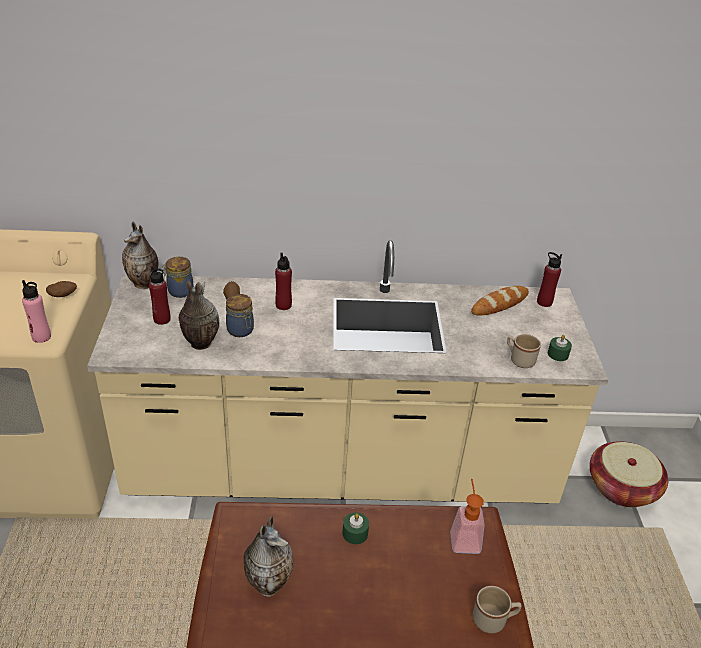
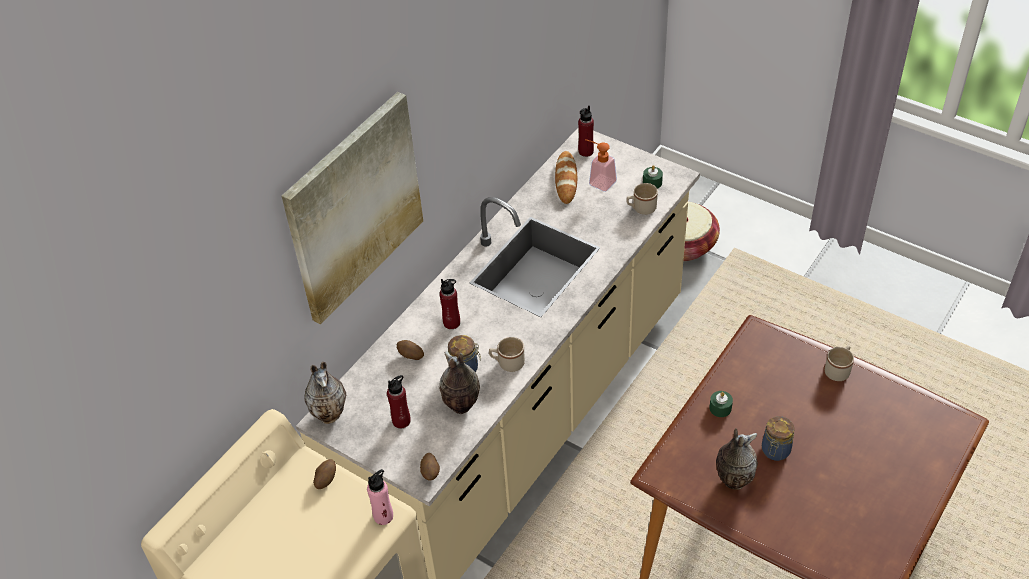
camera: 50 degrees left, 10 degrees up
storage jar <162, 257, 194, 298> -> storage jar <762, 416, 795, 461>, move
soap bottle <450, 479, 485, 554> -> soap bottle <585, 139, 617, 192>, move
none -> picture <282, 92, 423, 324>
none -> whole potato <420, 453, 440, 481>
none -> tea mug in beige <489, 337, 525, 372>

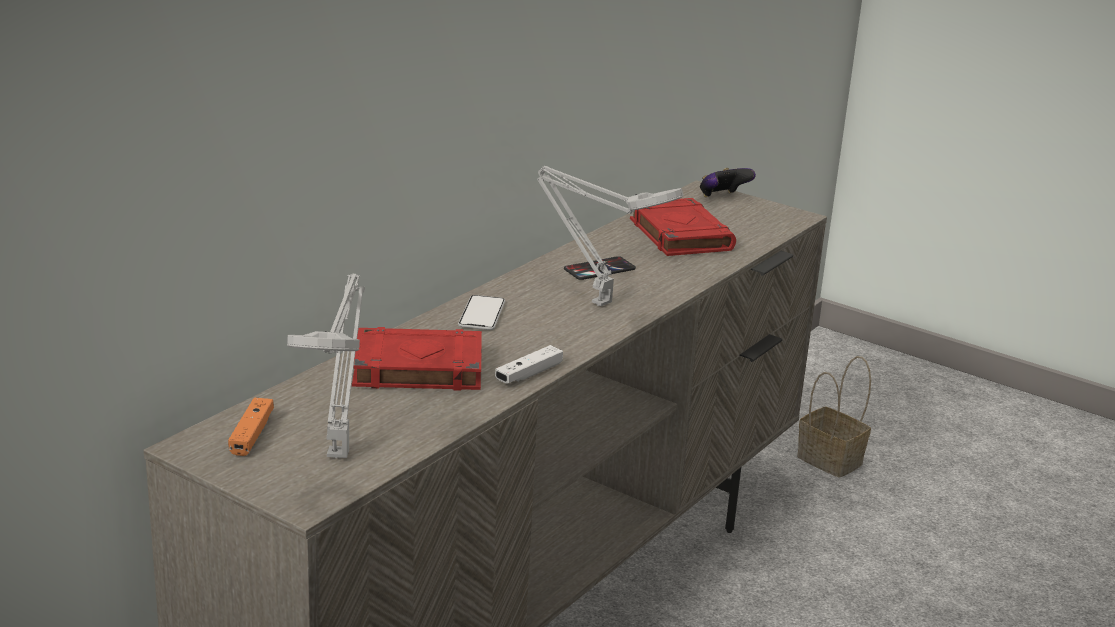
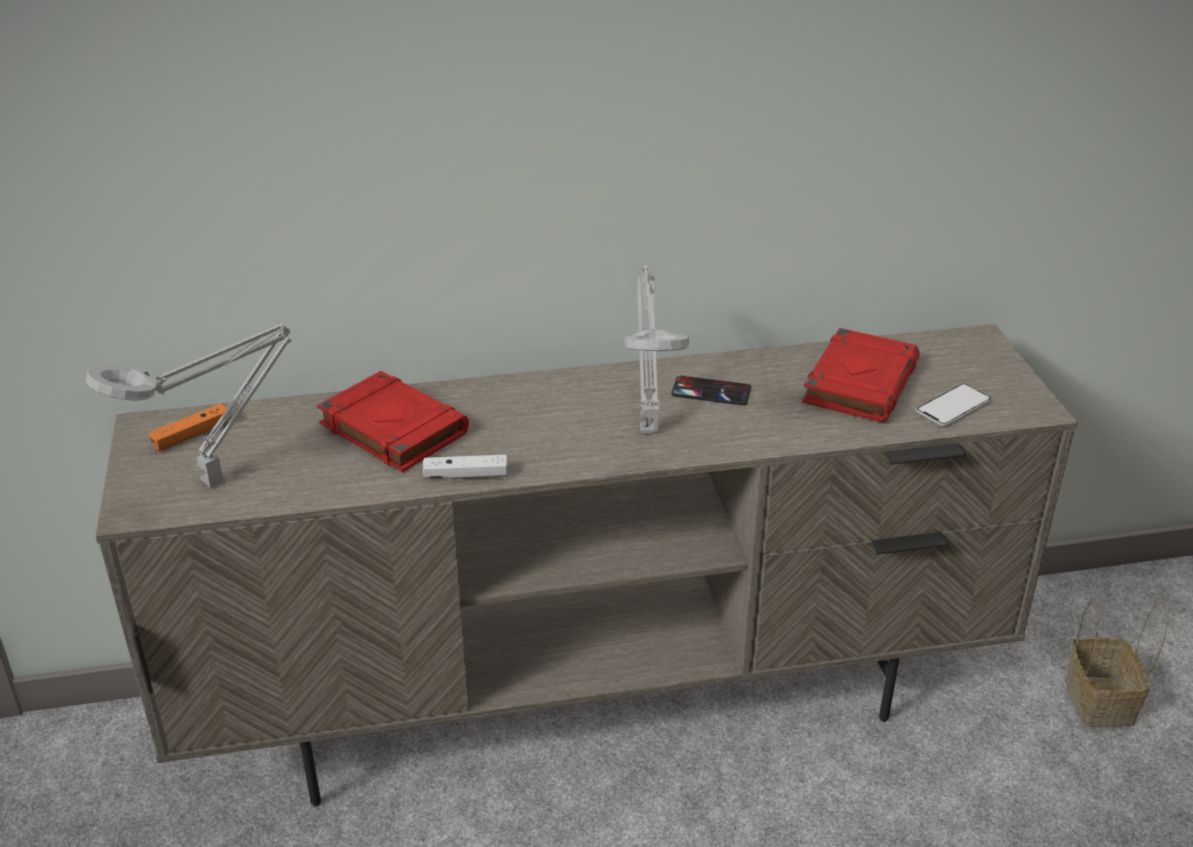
camera: 45 degrees right, 10 degrees up
telephone <458, 295, 505, 330> -> telephone <916, 384, 992, 427>, move
joypad <700, 168, 756, 197> -> none

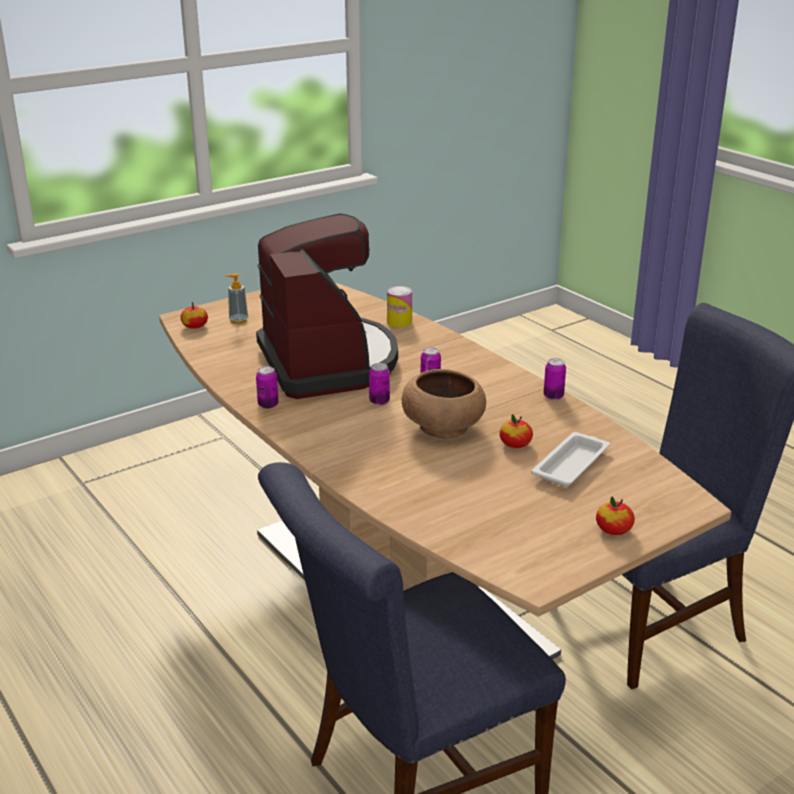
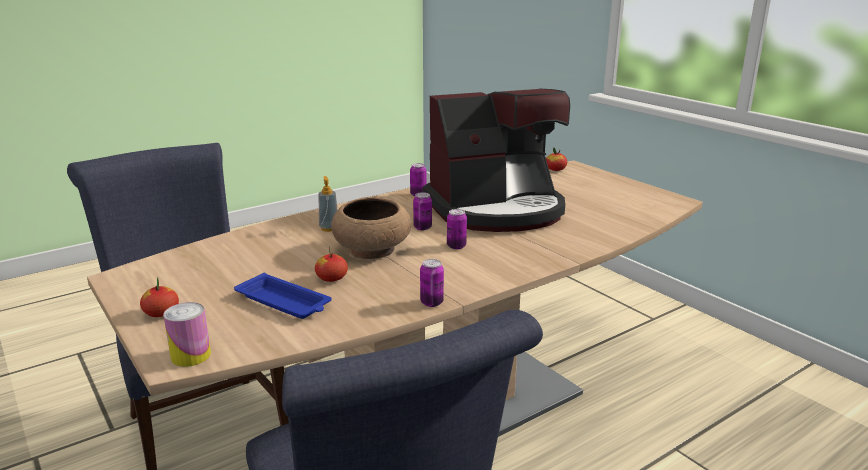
camera: 90 degrees right, 5 degrees down
soap bottle <225, 273, 248, 324> -> soap bottle <318, 176, 338, 232>, move
sealed can <387, 286, 412, 327> -> sealed can <163, 302, 211, 367>, move
carrying tray in white <531, 432, 610, 486> -> carrying tray in bluish <234, 273, 332, 319>

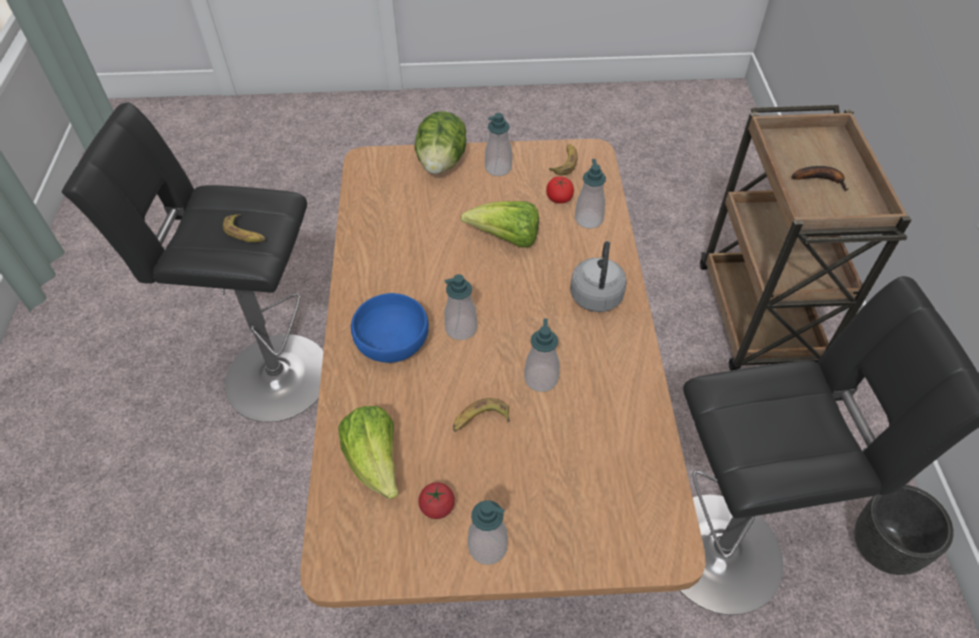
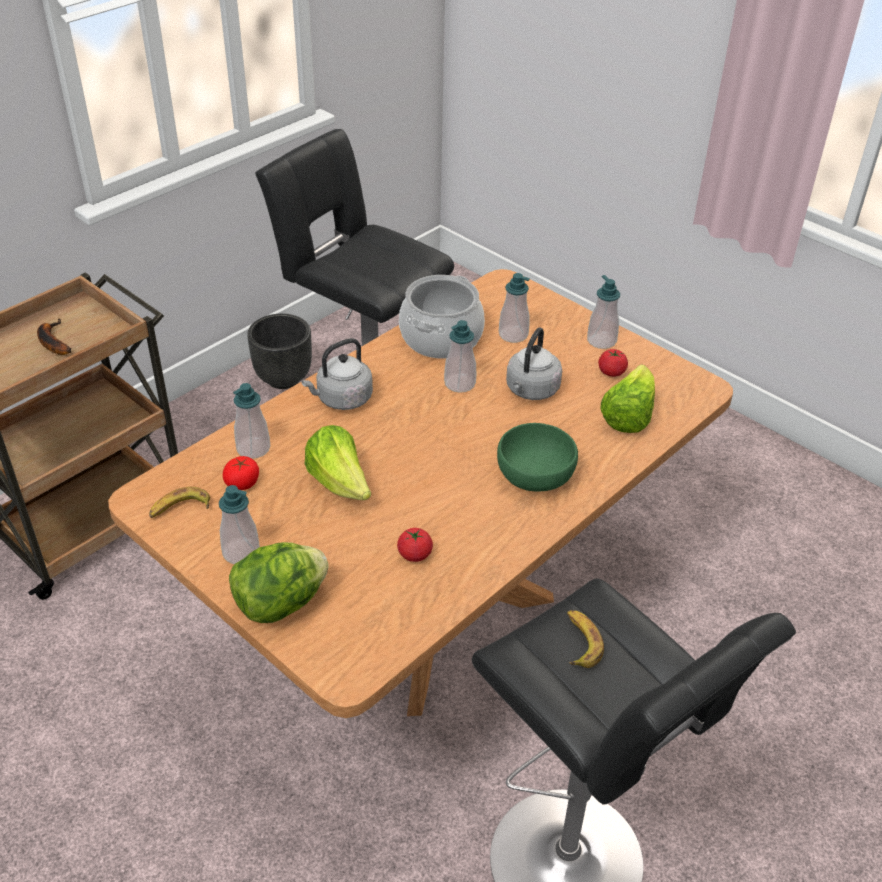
camera: 135 degrees left, 10 degrees down
serving bowl in bluish <351, 293, 429, 363> -> serving bowl in greenish <497, 423, 578, 491>
soap bottle <444, 274, 477, 340> -> soap bottle <499, 273, 530, 343>, move
banana <453, 398, 510, 432> -> kettle in grey <506, 328, 562, 400>
none -> tomato <397, 528, 433, 562>
none -> stockpot <399, 275, 485, 359>

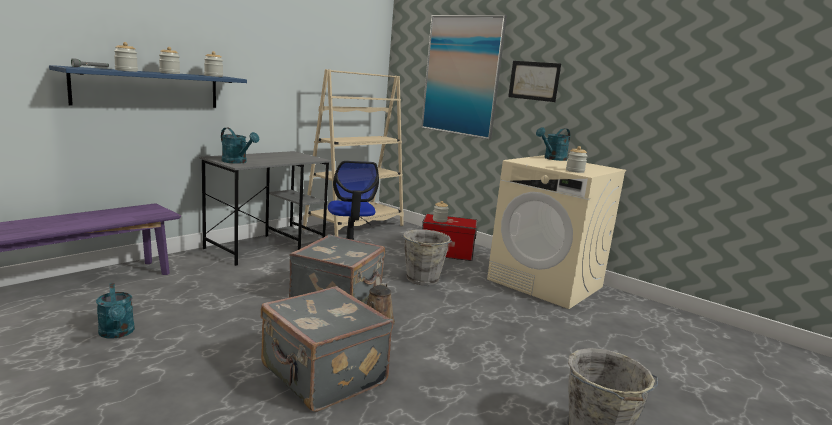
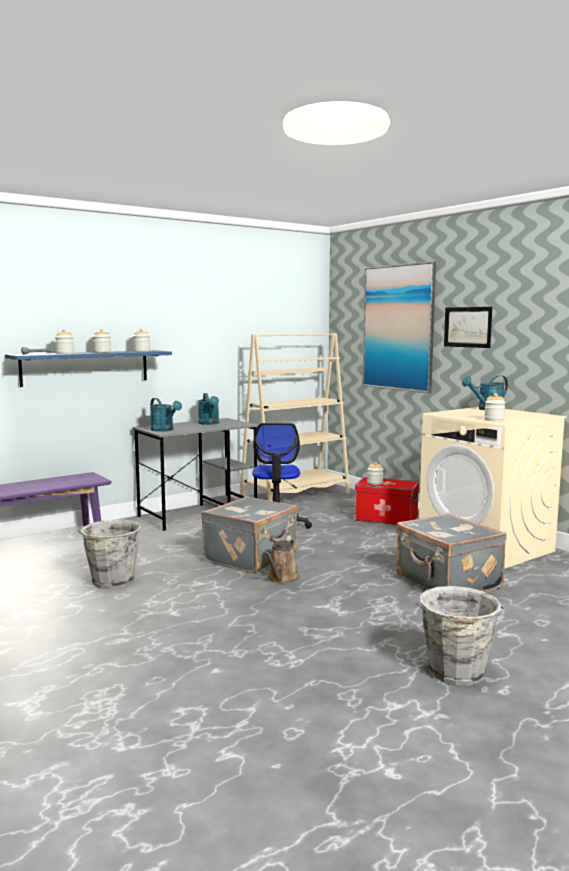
camera: 15 degrees right, 5 degrees down
watering can in turquoise-coloured <96, 283, 135, 338> -> watering can in turquoise-coloured <198, 393, 219, 425>, move
piece of luggage in grey <261, 286, 393, 412> -> piece of luggage in grey <396, 513, 507, 592>, move
water bucket in grey <401, 229, 452, 285> -> water bucket in grey <78, 520, 141, 589>, move

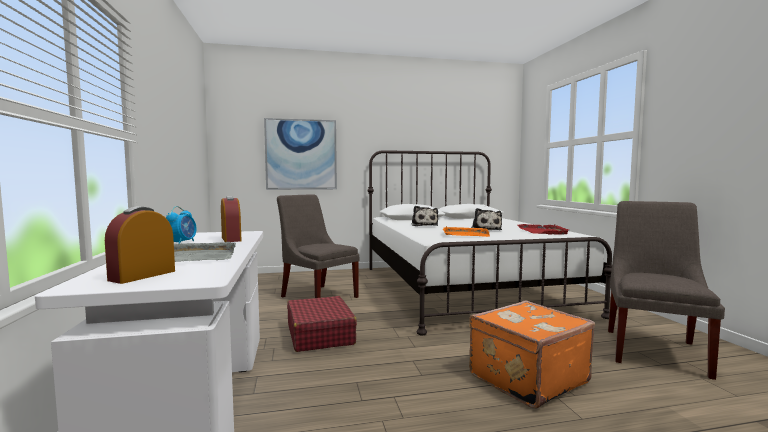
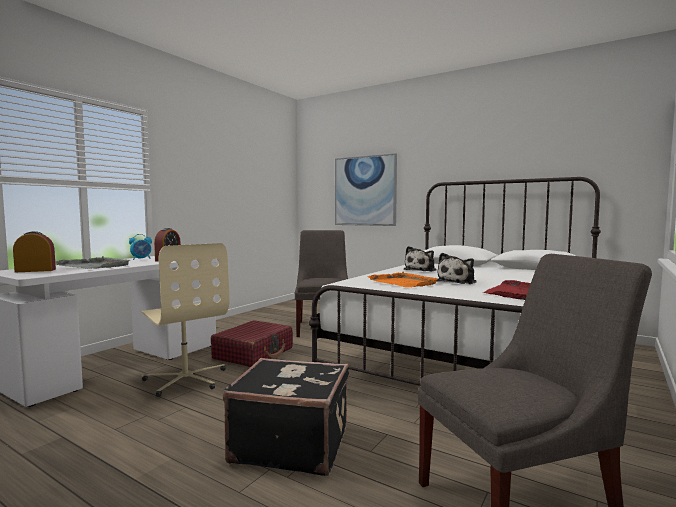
camera: 45 degrees right, 0 degrees up
piece of luggage in orangey <469, 300, 595, 409> -> piece of luggage in blackish <223, 358, 349, 476>
none -> desk chair in beige <140, 243, 229, 397>

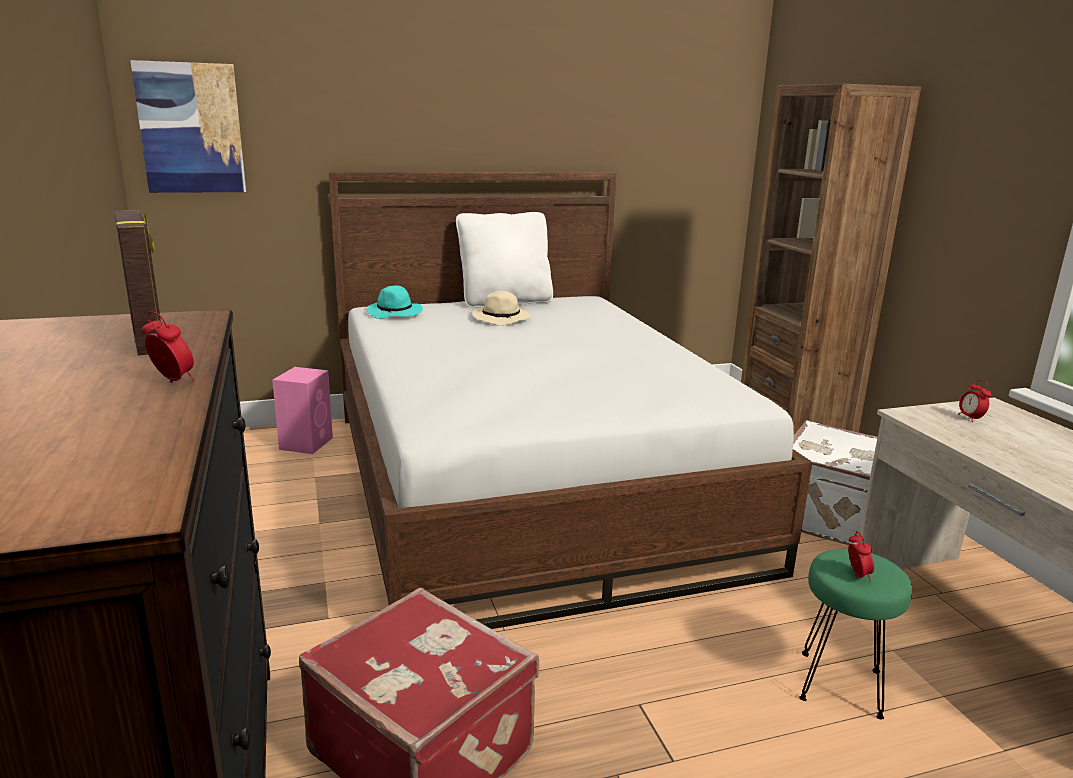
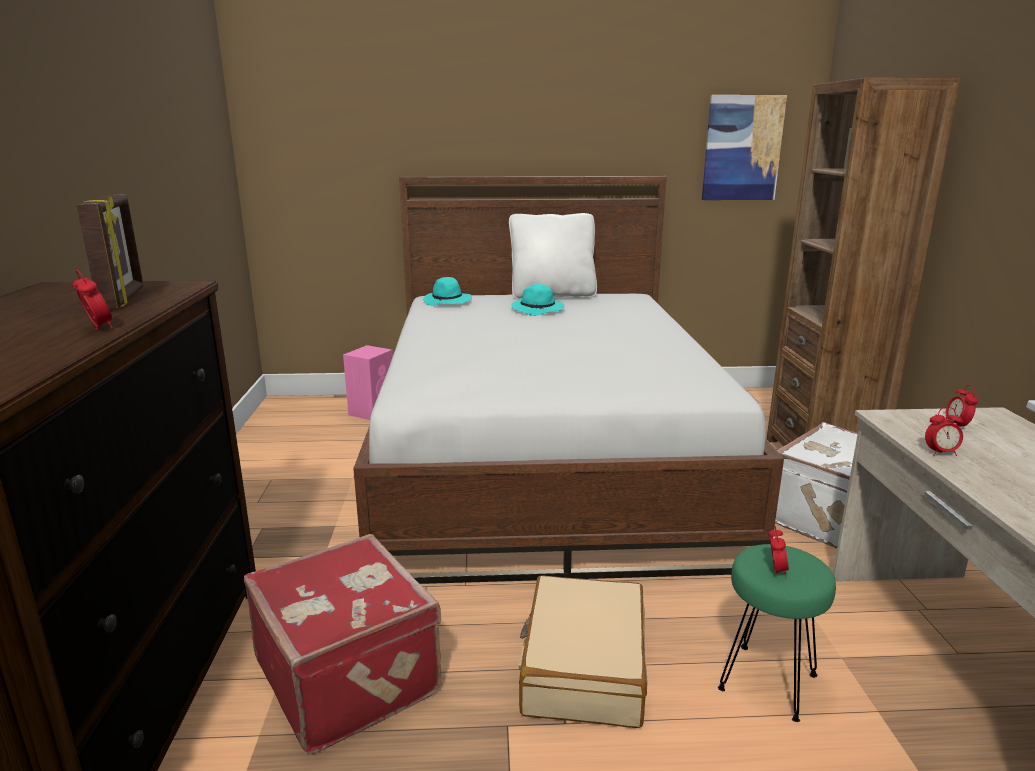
camera: 15 degrees right, 0 degrees up
picture <130, 60, 246, 193> -> picture <702, 95, 787, 200>, move
clothing hat in beige <472, 291, 530, 326> -> clothing hat in turquoise-coloured <511, 284, 565, 316>
none -> piece of luggage in beige <518, 575, 648, 728>
none -> table clock <925, 407, 963, 456>

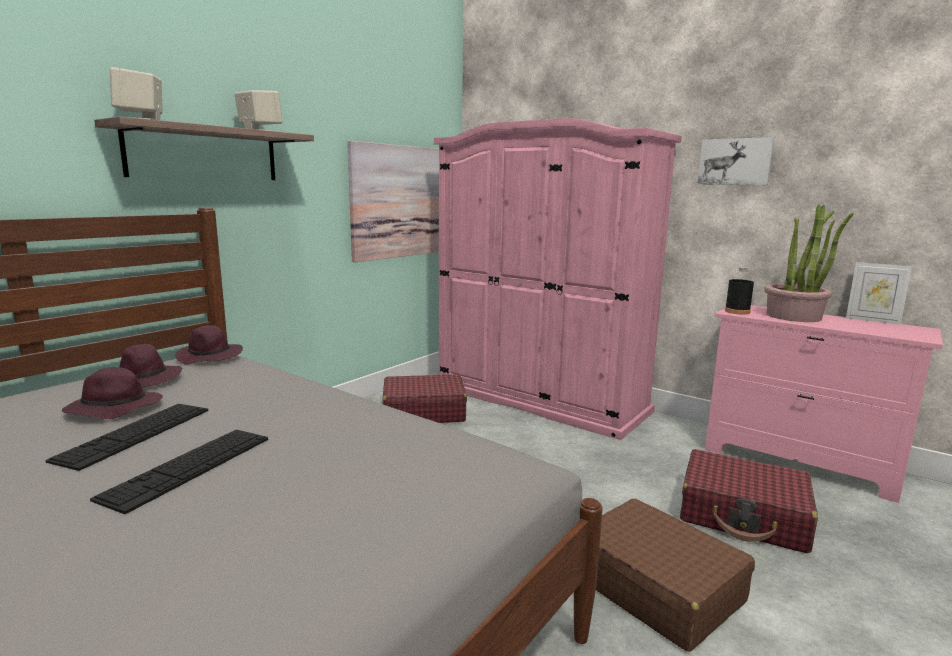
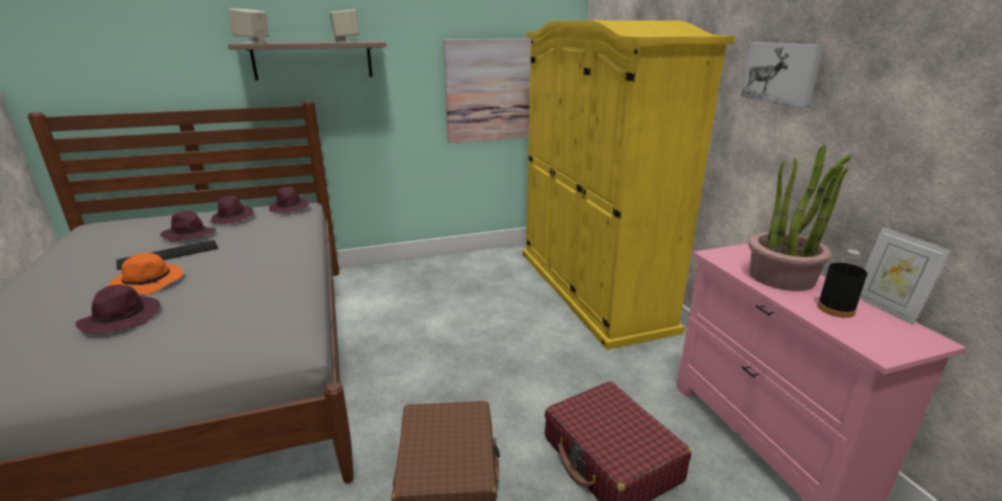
camera: 35 degrees right, 10 degrees up
keyboard <90, 430, 268, 514> -> clothing hat in orangey <109, 253, 183, 295>
piece of luggage in red <383, 374, 467, 423> -> none
armoire in pinkish <434, 118, 682, 440> -> armoire in yellow-coloured <522, 20, 735, 350>
bottle in blackish <725, 267, 754, 315> -> bottle in blackish <817, 250, 868, 318>, move
none -> clothing hat in purple-coloured <76, 285, 160, 333>

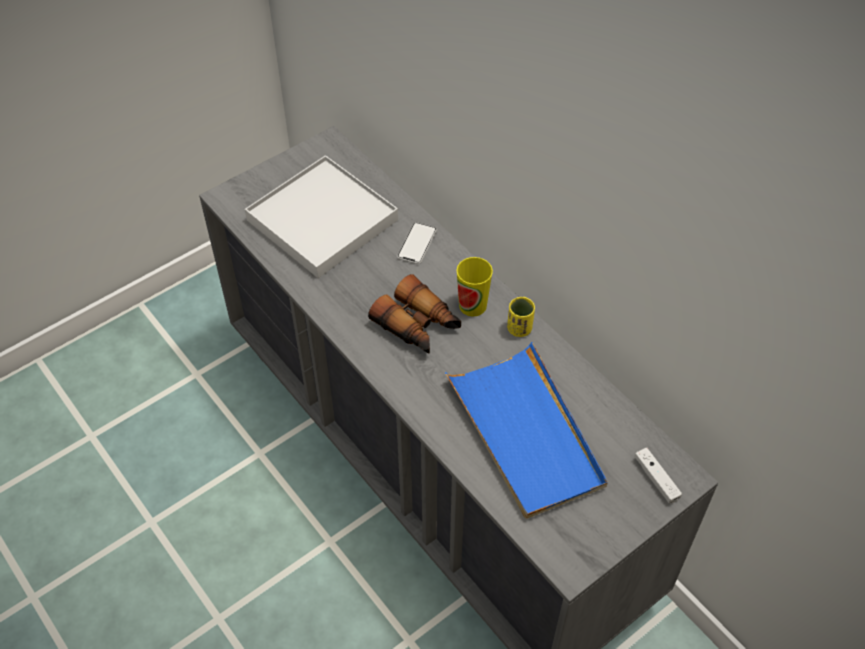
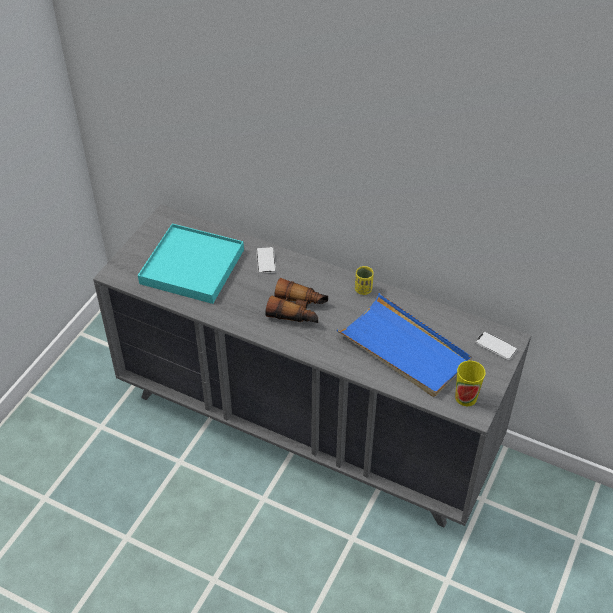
camera: 25 degrees left, 5 degrees down
carrying tray in white <245, 155, 398, 278> -> carrying tray in turquoise-coloured <138, 223, 244, 304>
drinking cup <456, 257, 493, 316> -> drinking cup <455, 361, 486, 406>, move
joypad in white <634, 448, 682, 504> -> telephone <475, 331, 518, 360>

